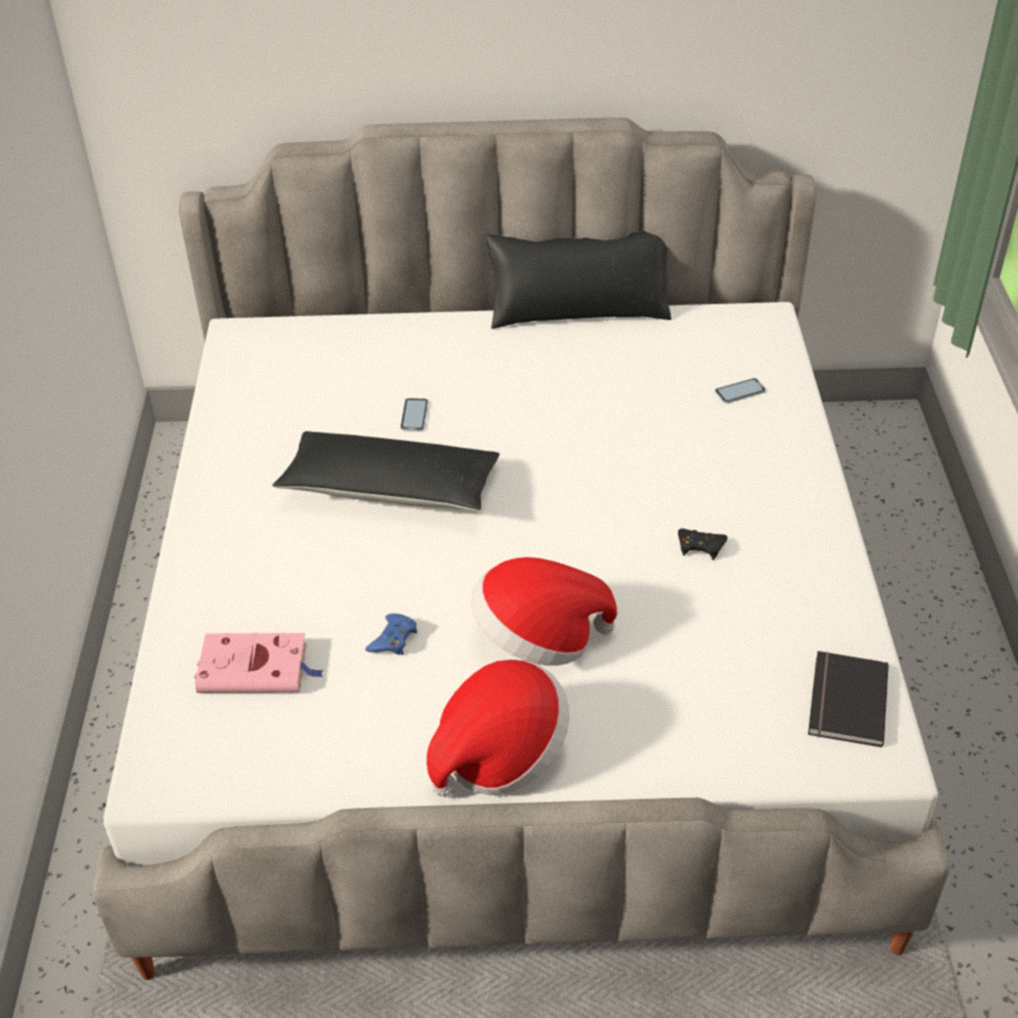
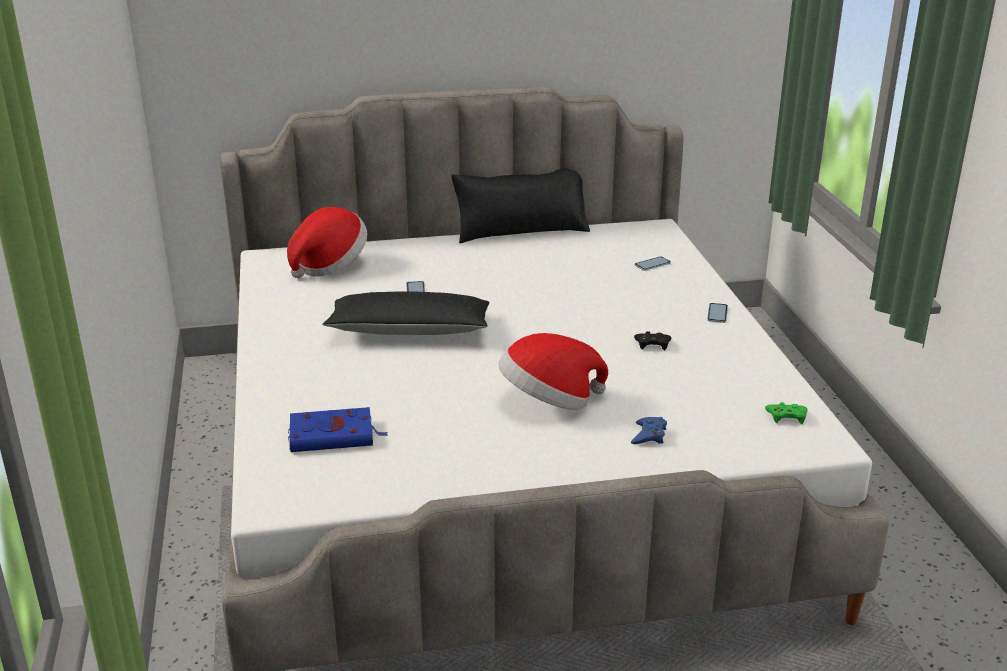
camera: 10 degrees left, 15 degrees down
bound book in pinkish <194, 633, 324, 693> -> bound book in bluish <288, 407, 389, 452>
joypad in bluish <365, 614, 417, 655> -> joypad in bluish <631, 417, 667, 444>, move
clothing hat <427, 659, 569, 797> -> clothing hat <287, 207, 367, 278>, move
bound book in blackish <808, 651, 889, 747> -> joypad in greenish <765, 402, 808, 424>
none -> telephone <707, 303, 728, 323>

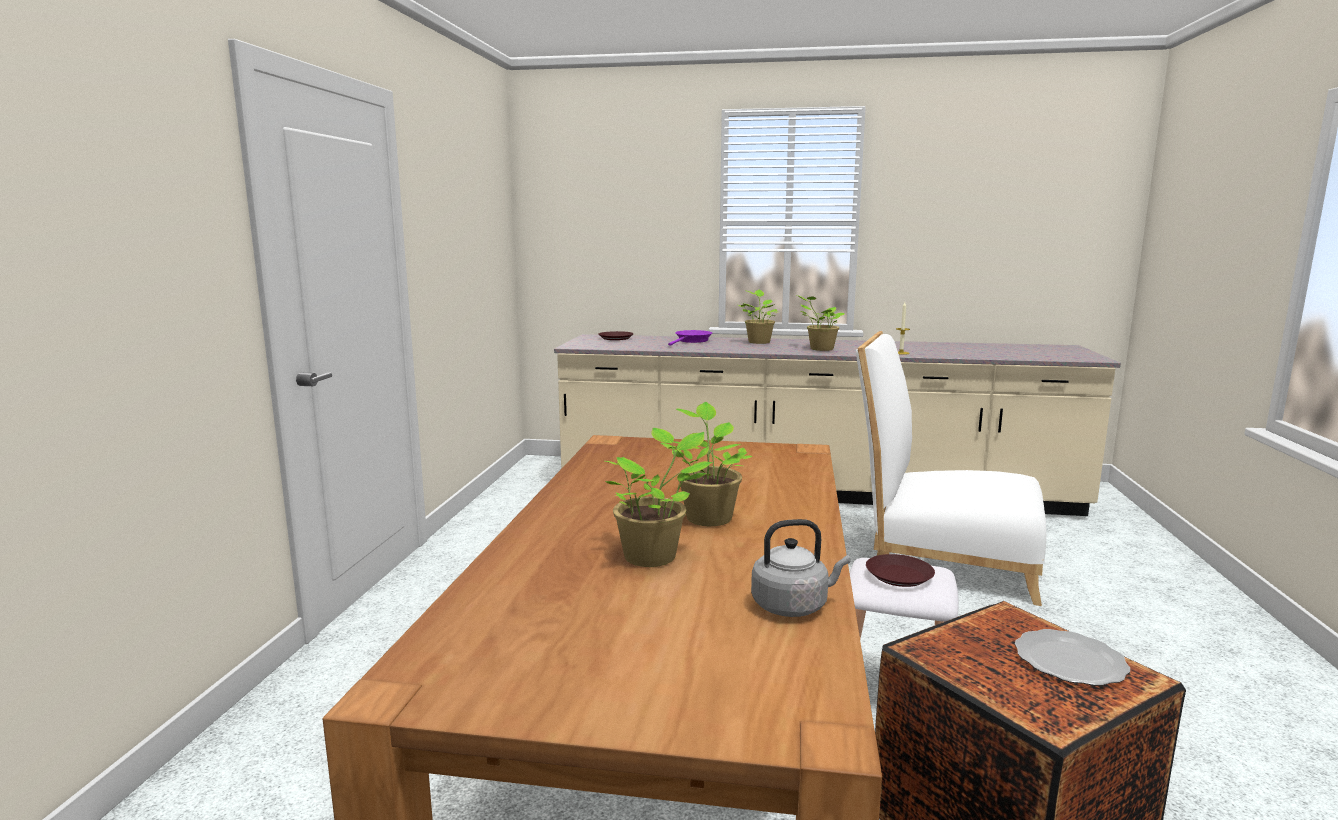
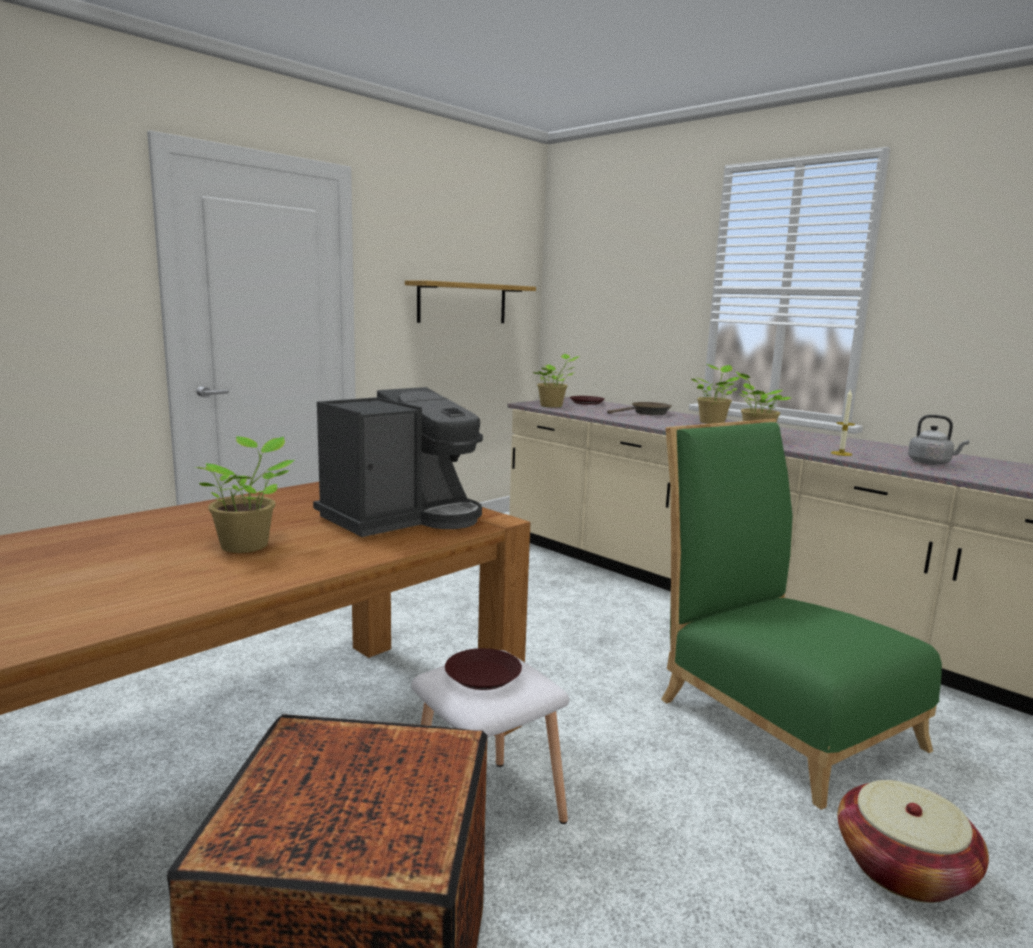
camera: 35 degrees right, 0 degrees up
potted plant <605, 428, 712, 567> -> potted plant <533, 354, 579, 407>, move
frying pan in purple-coloured <668, 330, 712, 346> -> frying pan in brown <607, 402, 672, 415>
kettle in grey <751, 519, 850, 617> -> kettle in grey <908, 415, 969, 465>, move
chair in white <856, 331, 1046, 606> -> chair in greenish <661, 419, 942, 810>
plate <1015, 629, 1130, 686> -> none
none -> coffee brewer <313, 387, 483, 537>
none -> shelf <405, 280, 536, 323>
none -> storage basket <838, 780, 989, 903>

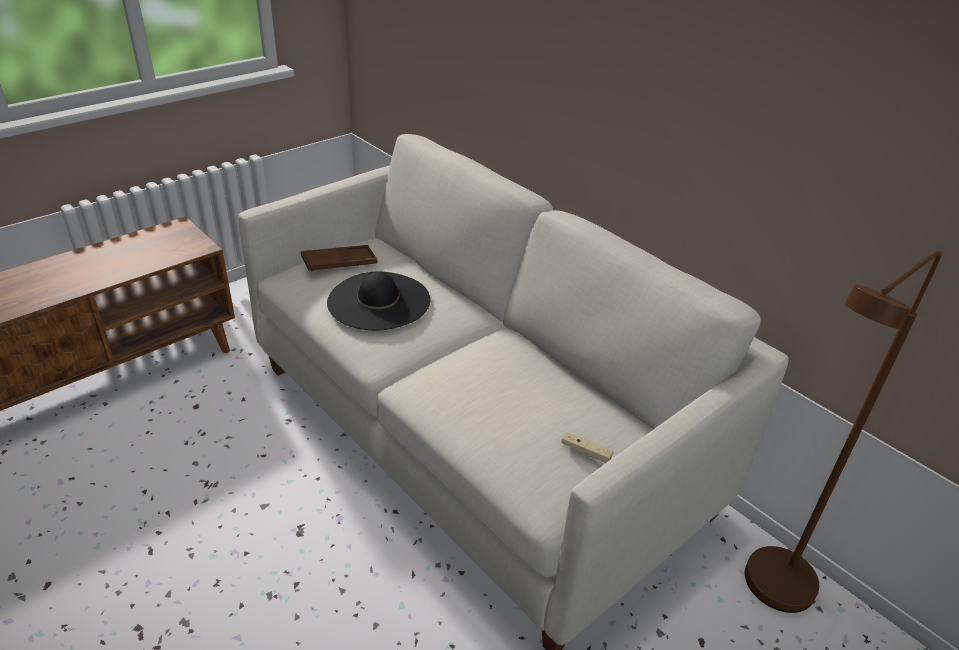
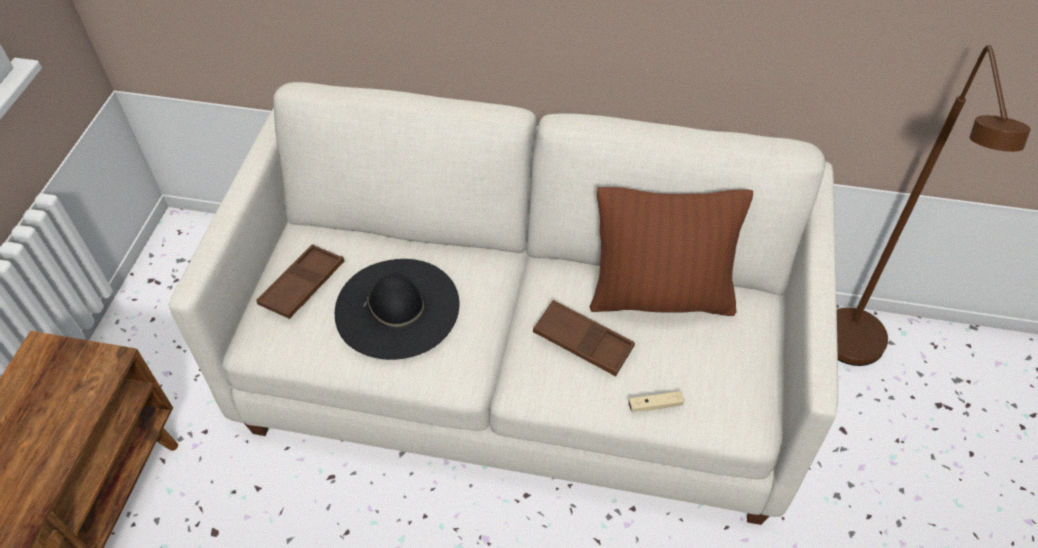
camera: 35 degrees left, 15 degrees up
joypad in beige <562, 432, 613, 463> -> joypad in beige <629, 391, 684, 412>, move
none -> carrying tray in brown <533, 300, 635, 377>
none -> throw pillow in brown <590, 187, 753, 316>

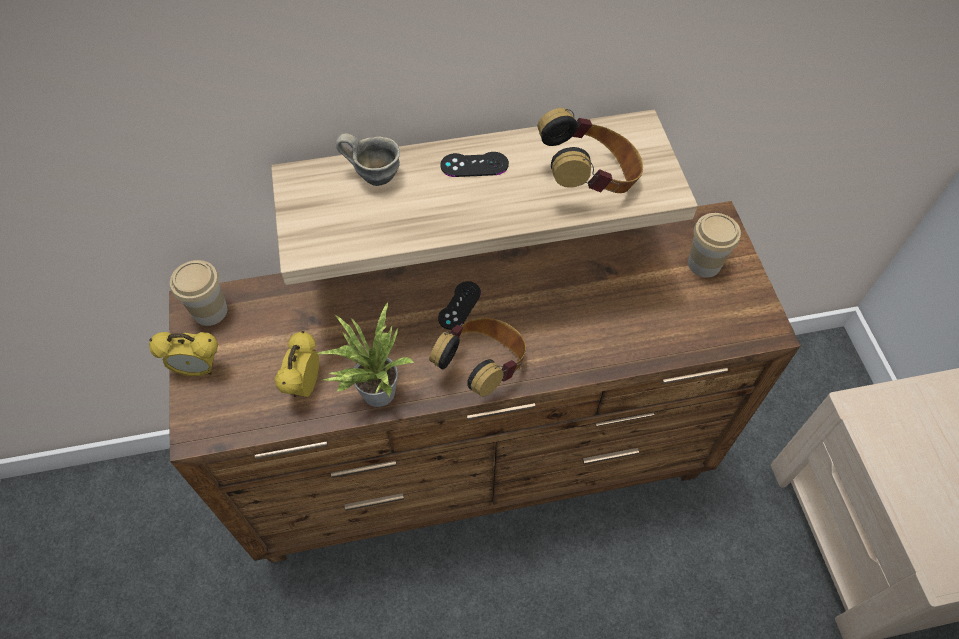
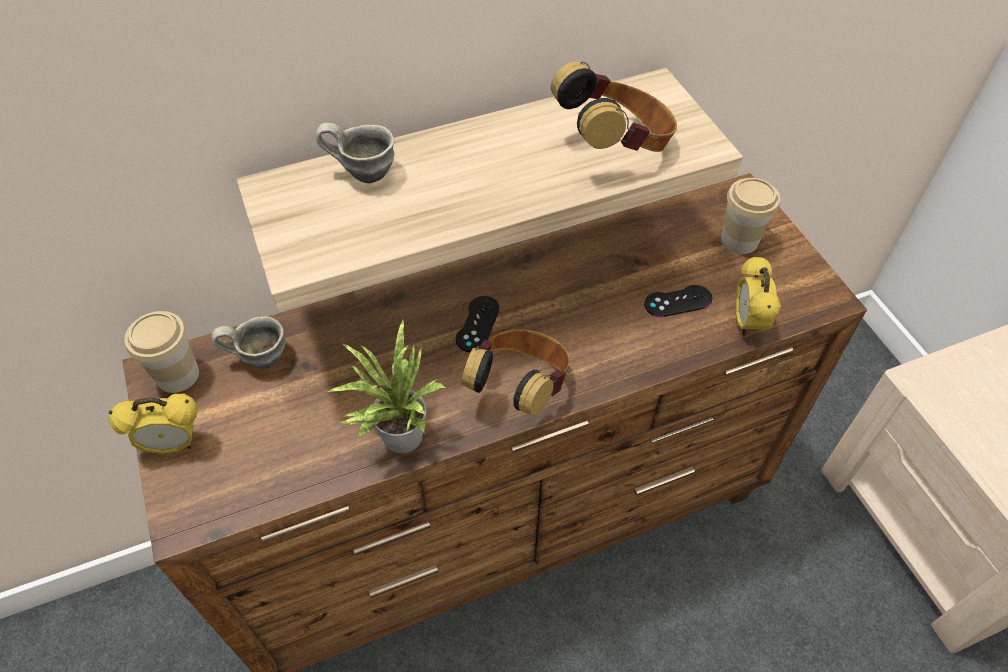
camera: 10 degrees left, 5 degrees down
table clock <275, 331, 319, 397> -> table clock <735, 255, 781, 335>, move
joypad in blackish <440, 152, 509, 177> -> joypad in blackish <644, 285, 712, 317>, move
none -> tea mug in grey <212, 316, 285, 369>

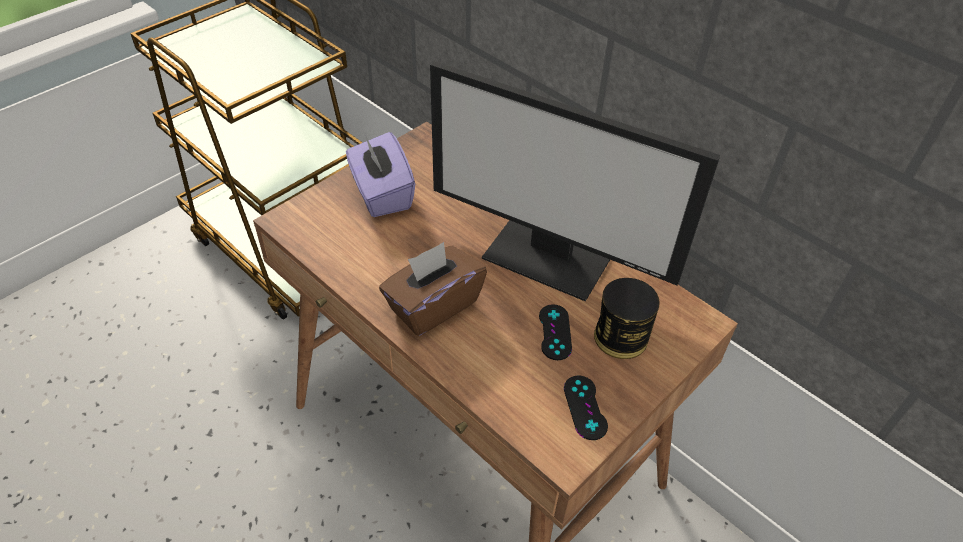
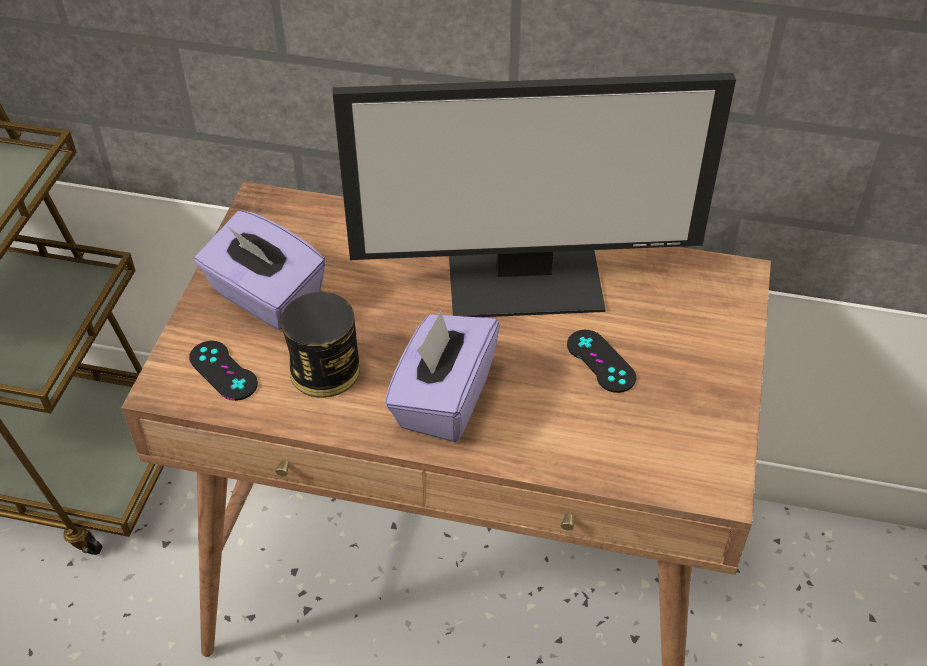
camera: 30 degrees left, 0 degrees up
box of tissues in brown <379, 242, 487, 336> -> box of tissues in purple-coloured <384, 311, 500, 442>
joypad in blackish <564, 376, 608, 440> -> joypad in blackish <189, 341, 258, 401>, move
sealed can <594, 278, 660, 359> -> sealed can <281, 292, 360, 398>, move

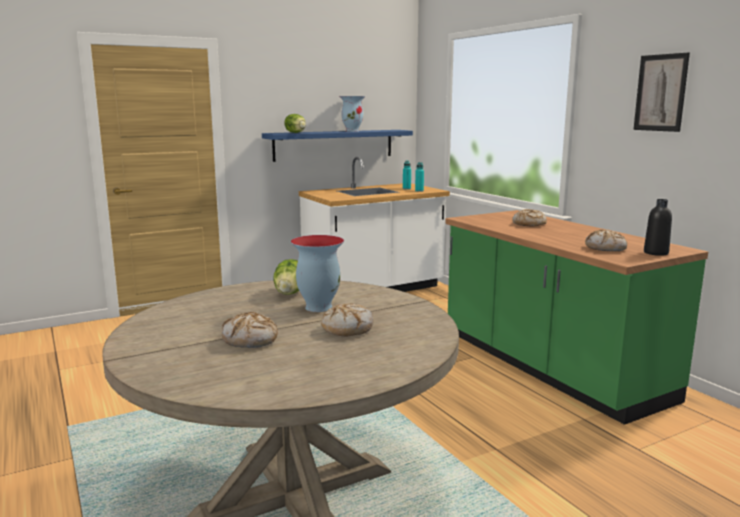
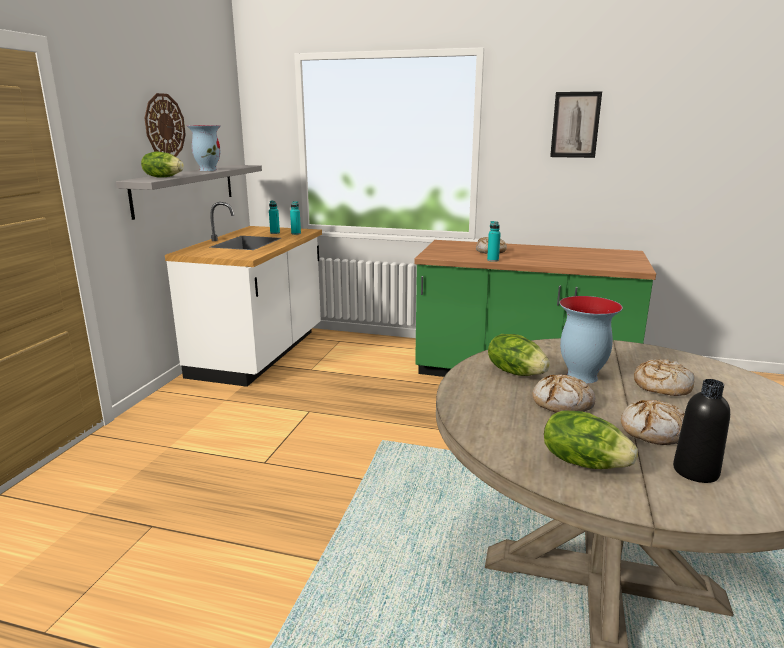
camera: 45 degrees left, 5 degrees up
shelf in bluish <262, 130, 413, 162> -> shelf in grey <116, 165, 262, 220>
baked bread <585, 230, 627, 251> -> baked bread <533, 374, 595, 413>, move
bottle in blackish <644, 199, 672, 256> -> bottle in blackish <673, 379, 730, 483>, move
none -> clock on the wall <145, 93, 186, 157>
none -> bottle in turquoise-coloured <487, 221, 501, 262>
none -> lettuce head <544, 410, 638, 469>

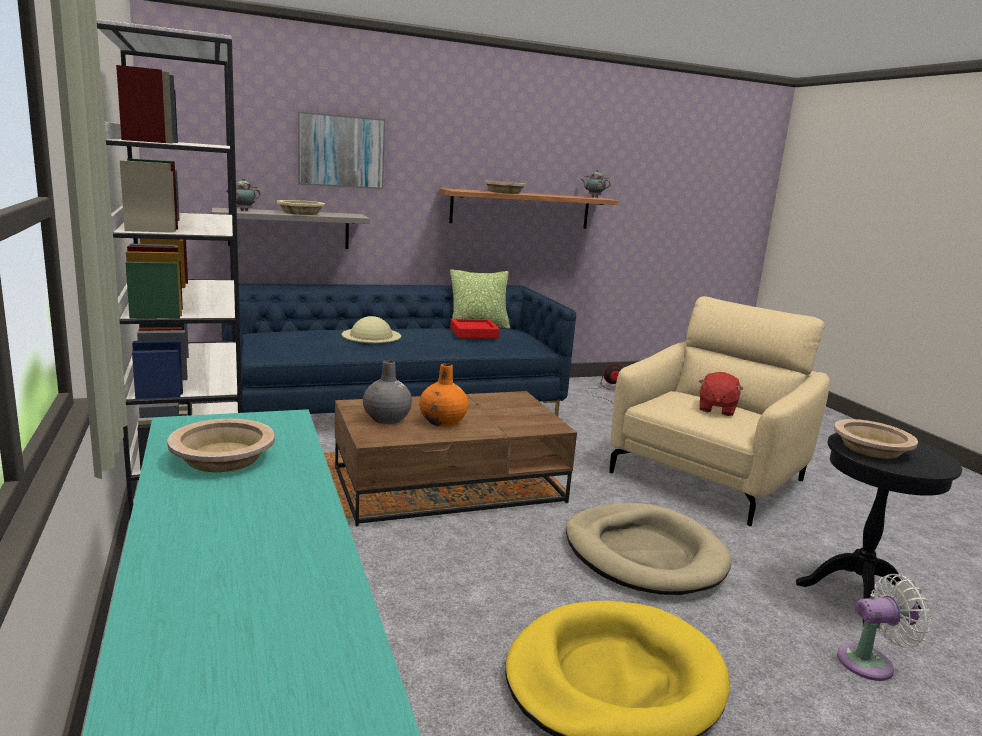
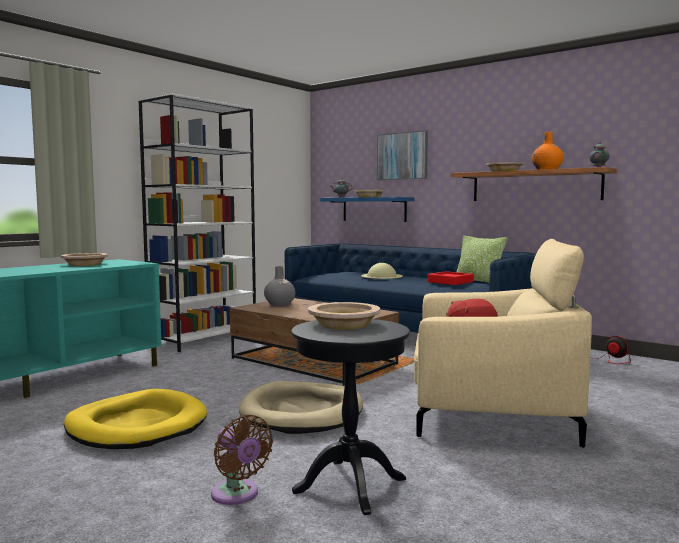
camera: 60 degrees right, 10 degrees down
shelf in grey <212, 208, 370, 249> -> shelf in bluish <320, 197, 415, 222>
vase in orangey <419, 363, 468, 427> -> vase in orangey <532, 132, 564, 170>, move
electric fan in white <837, 574, 931, 681> -> electric fan in brown <211, 414, 273, 505>

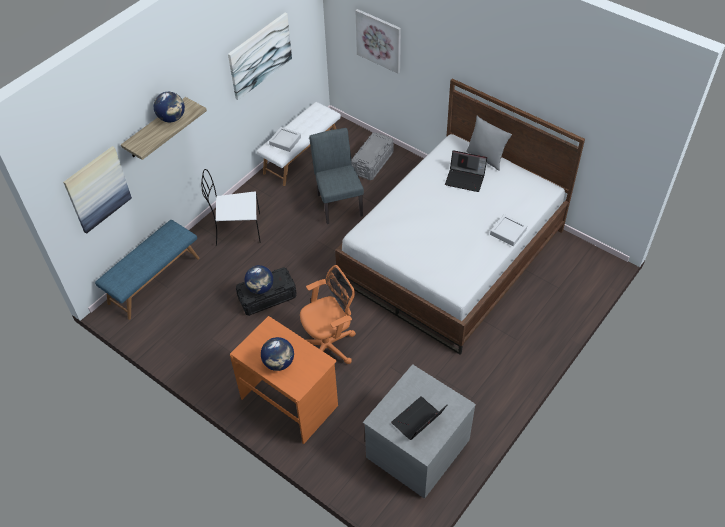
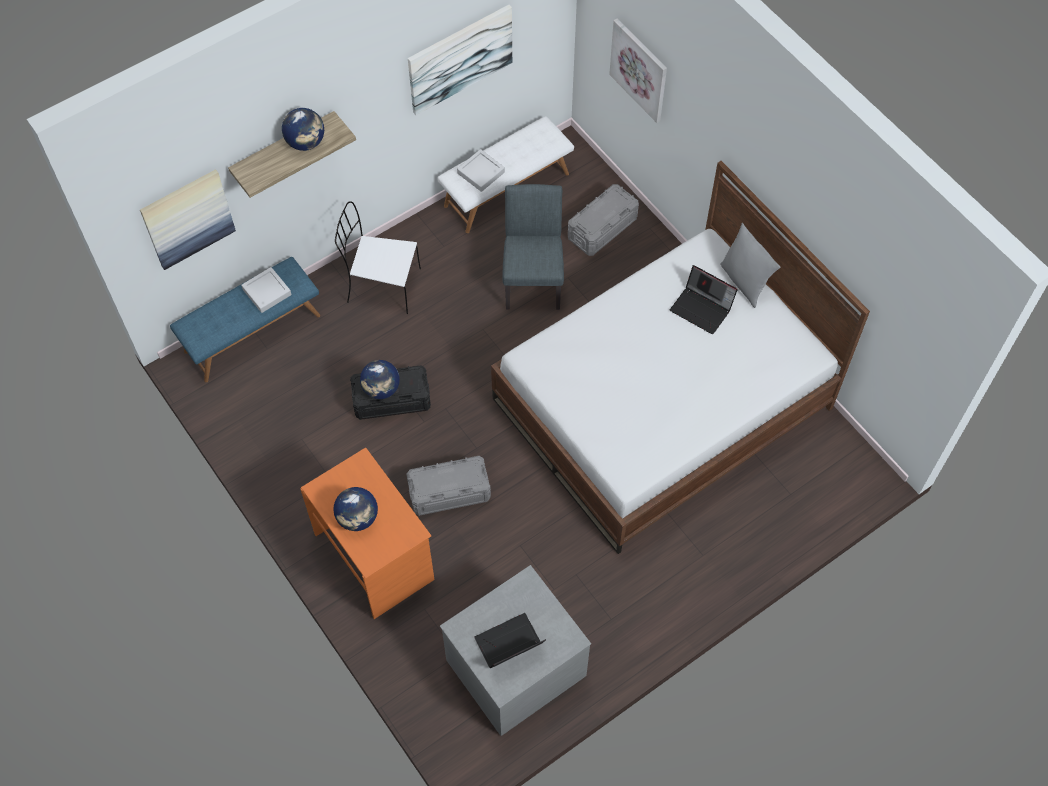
camera: 15 degrees right, 10 degrees up
desk chair in orangey <300, 265, 356, 364> -> storage bin in grey <406, 456, 491, 516>
carrying tray in grey <490, 214, 527, 246> -> carrying tray in grey <241, 267, 292, 313>, move

